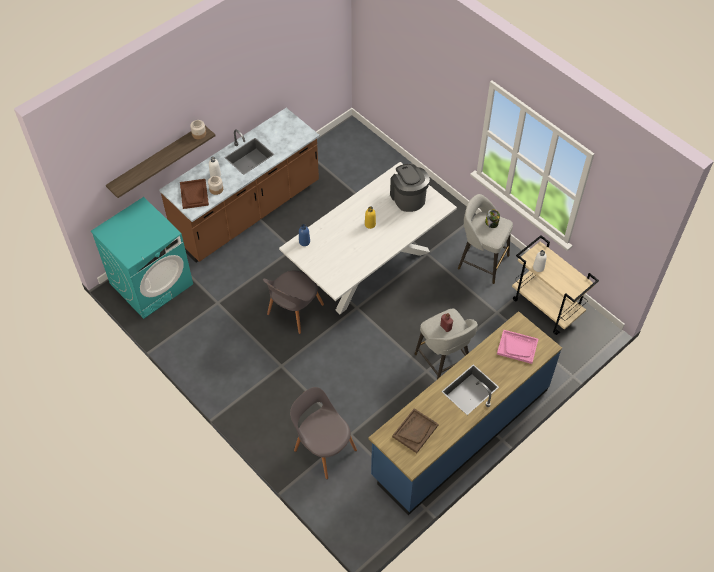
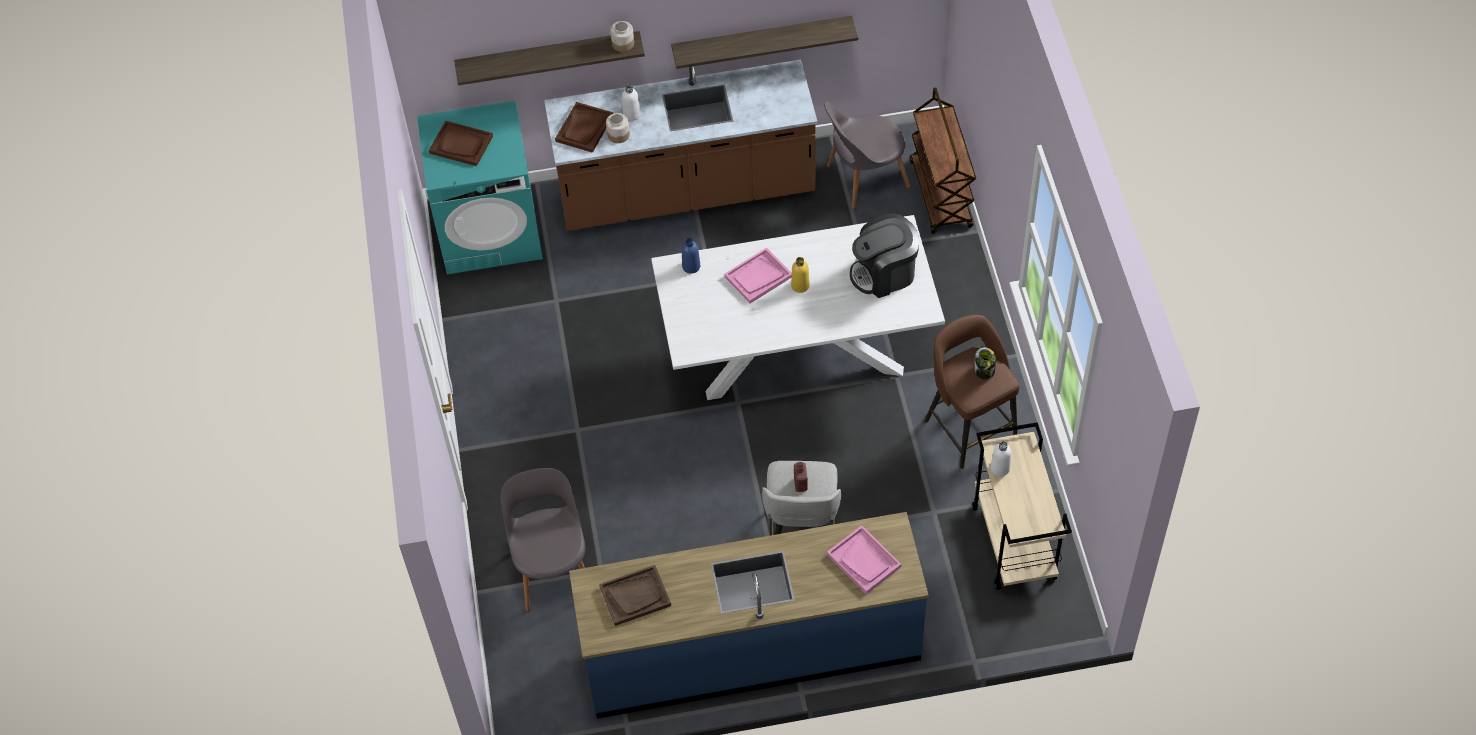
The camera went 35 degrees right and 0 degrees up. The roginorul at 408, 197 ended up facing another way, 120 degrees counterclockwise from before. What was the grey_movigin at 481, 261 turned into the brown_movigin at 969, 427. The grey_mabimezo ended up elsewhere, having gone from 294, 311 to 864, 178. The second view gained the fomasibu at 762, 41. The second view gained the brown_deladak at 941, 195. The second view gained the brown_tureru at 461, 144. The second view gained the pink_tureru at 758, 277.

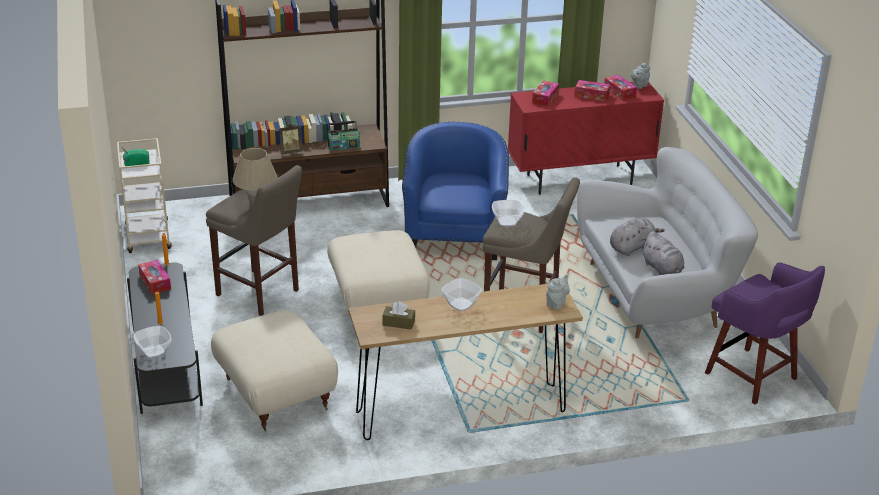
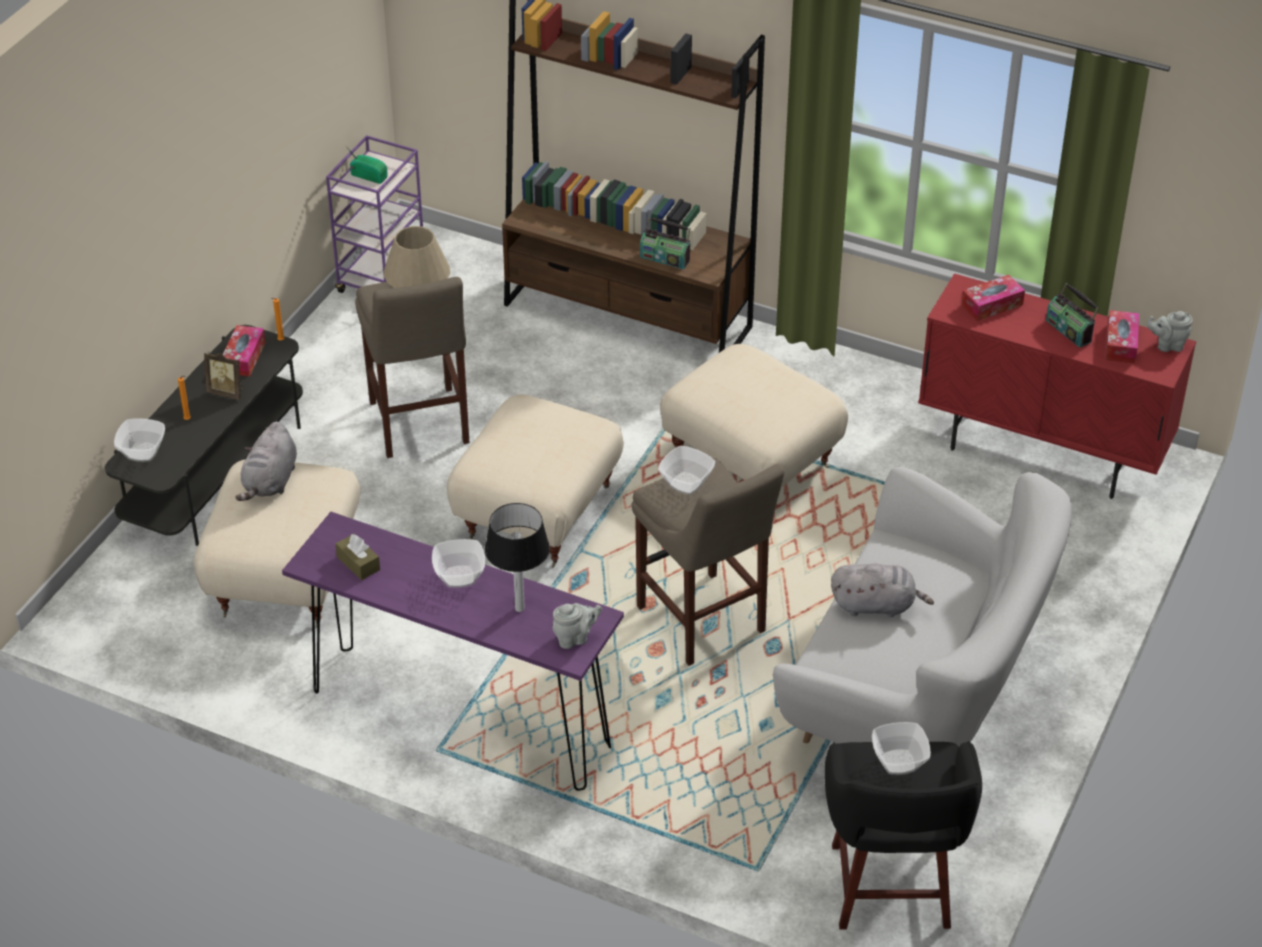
The camera went 40 degrees right and 10 degrees up. Where the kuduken stood at 591, 95, the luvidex came to stand at 1069, 330. Where the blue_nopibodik stood at 454, 236, the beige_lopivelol came to stand at 753, 460. The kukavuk ended up elsewhere, having gone from 290, 151 to 227, 392. What was the beige_deladak at 148, 238 turned into the purple_deladak at 383, 280. The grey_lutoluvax ended up elsewhere, having gone from 663, 269 to 270, 482. What was the purple_movigin at 753, 377 turned into the black_movigin at 890, 890. What was the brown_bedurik at 461, 412 turned into the purple_bedurik at 460, 719. The second view gained the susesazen at 519, 608. The second view gained the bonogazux at 898, 763.

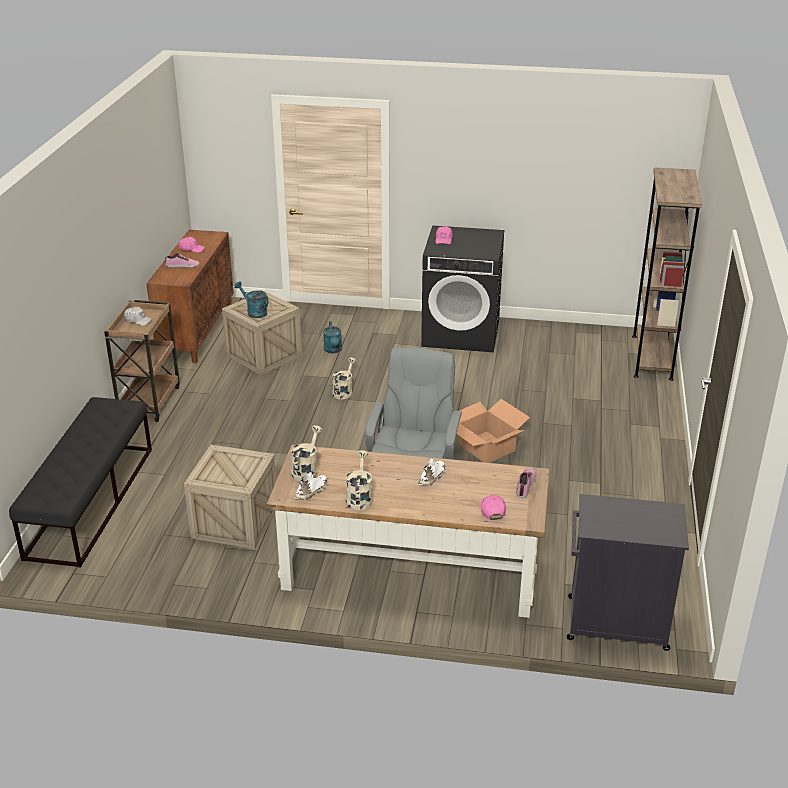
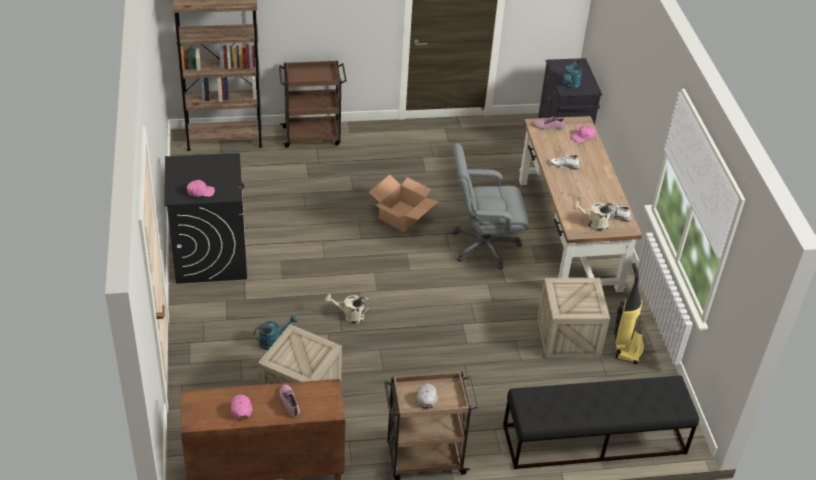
The camera went 110 degrees left and 10 degrees up. The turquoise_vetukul ended up elsewhere, having gone from 254, 312 to 570, 85. The second view lost the beige_vetukul at 359, 497. The second view gained the brown_deladak at 312, 136. The second view gained the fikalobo at 627, 347.

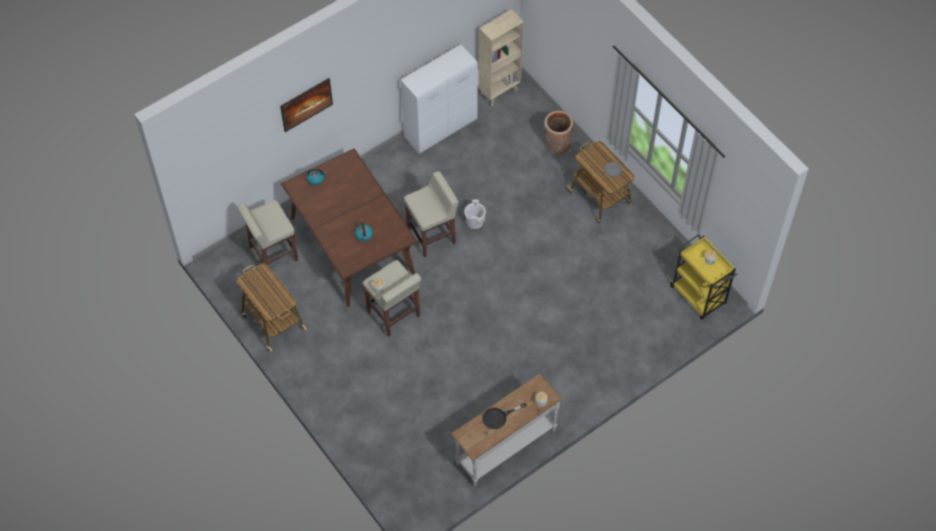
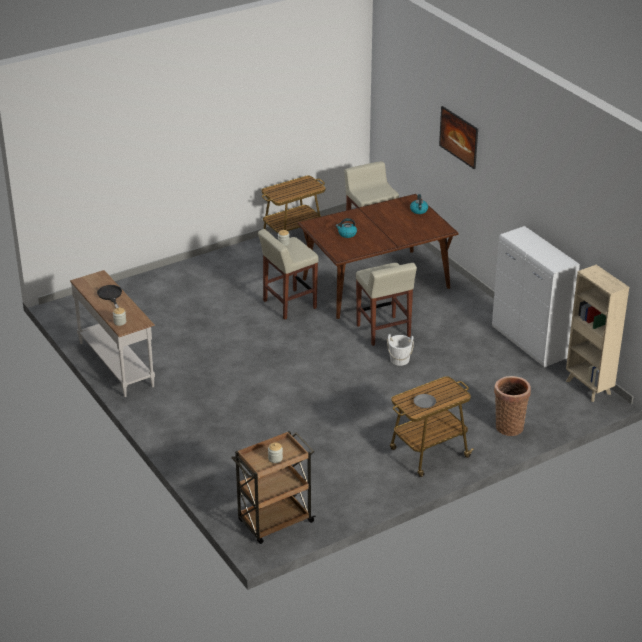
The camera went 95 degrees right and 25 degrees down. What was the yellow_deladak at 698, 296 turned into the brown_deladak at 274, 522.

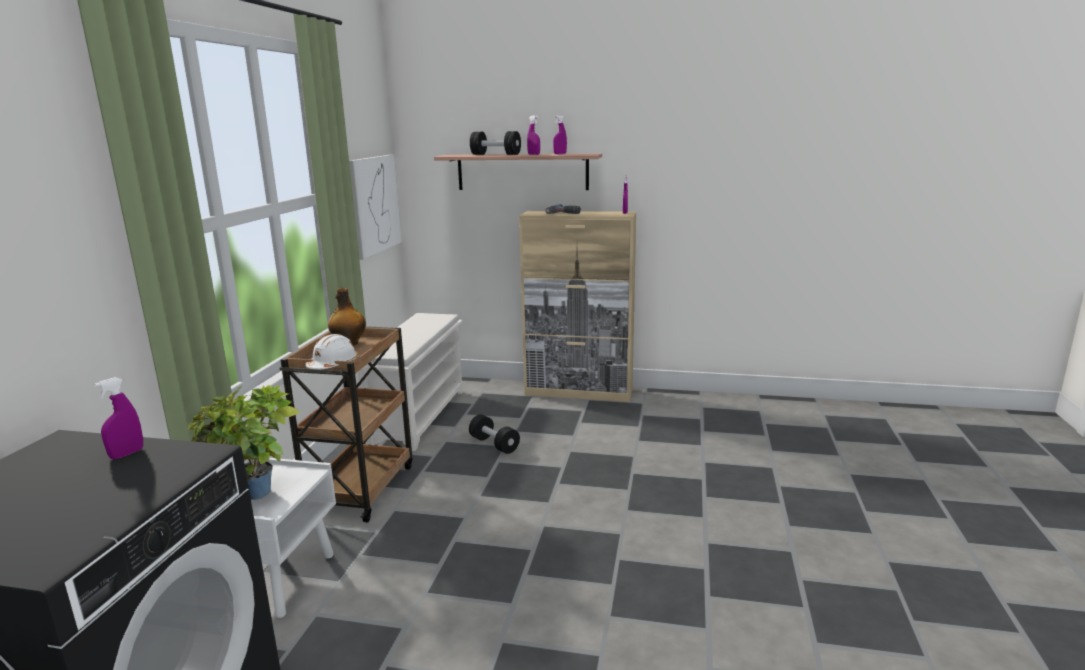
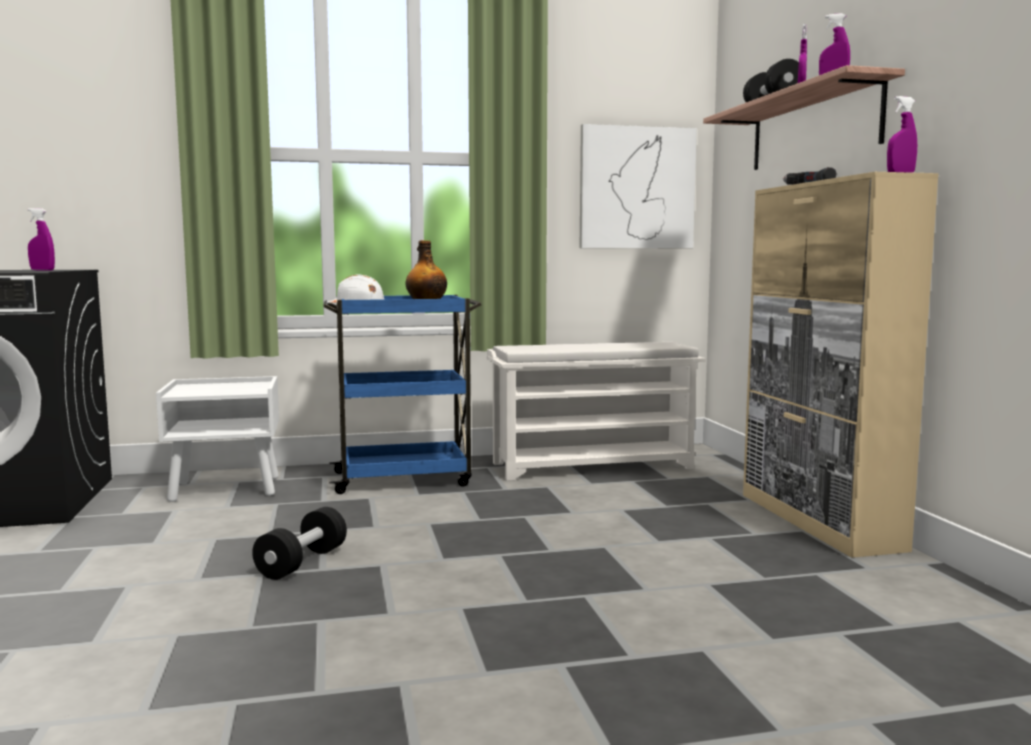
The camera went 65 degrees right and 10 degrees down. What was the brown_deladak at 361, 488 turned into the blue_deladak at 404, 479. The second view lost the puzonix at 256, 497. The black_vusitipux ended up elsewhere, having gone from 494, 444 to 302, 563.

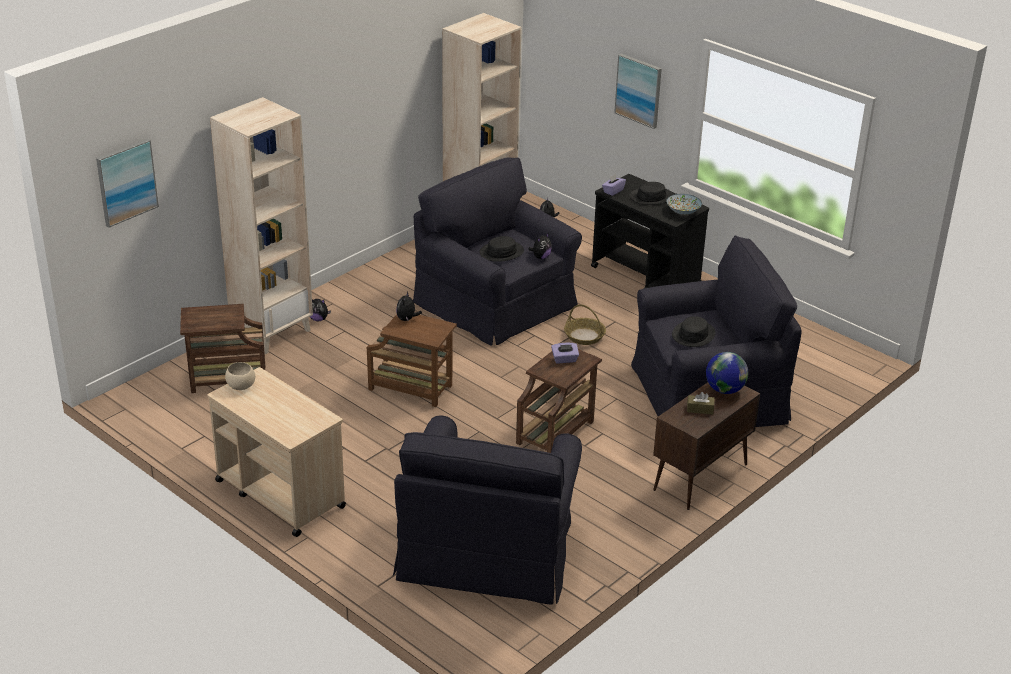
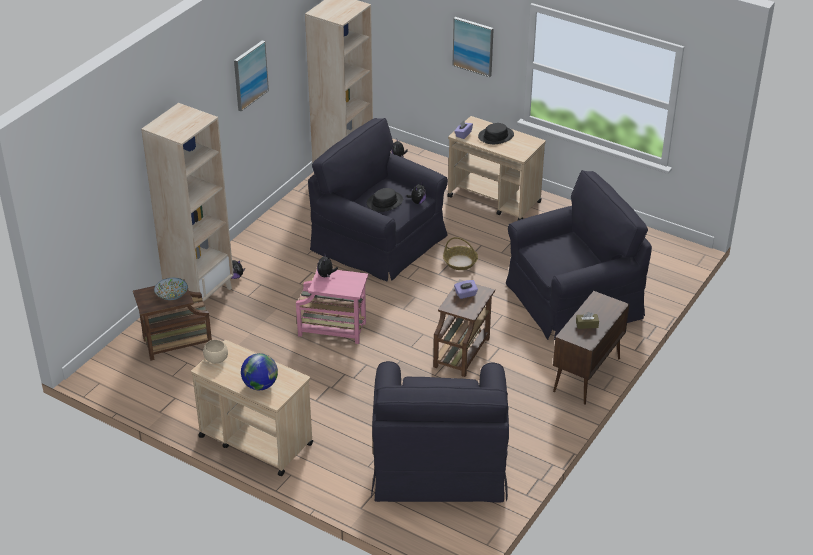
The camera went 10 degrees left and 5 degrees up. The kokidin ended up elsewhere, having gone from 126, 182 to 250, 75. What was the black_deladak at 646, 276 turned into the beige_deladak at 494, 200. The bonogazux ended up elsewhere, having gone from 683, 211 to 172, 295. What was the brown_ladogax at 412, 388 turned into the pink_ladogax at 334, 330. The second view lost the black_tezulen at 693, 334. The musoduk ended up elsewhere, having gone from 724, 389 to 260, 385.

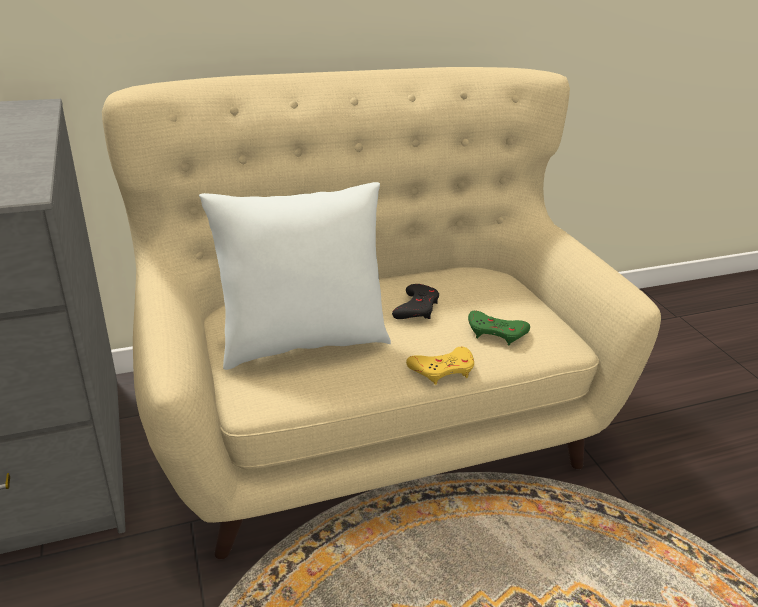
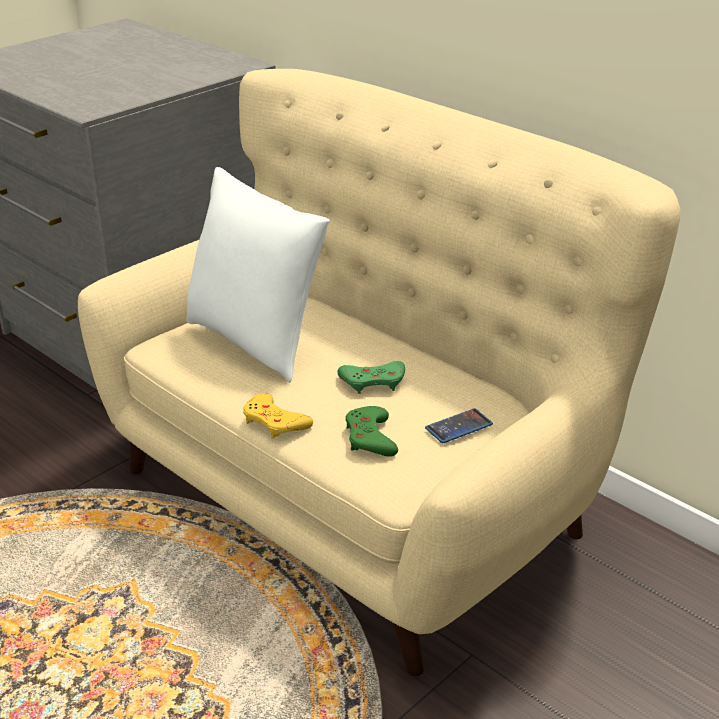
The camera went 65 degrees right and 0 degrees up. What was the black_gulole at 416, 308 turned into the green_gulole at 373, 381. The second view gained the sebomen at 458, 426.

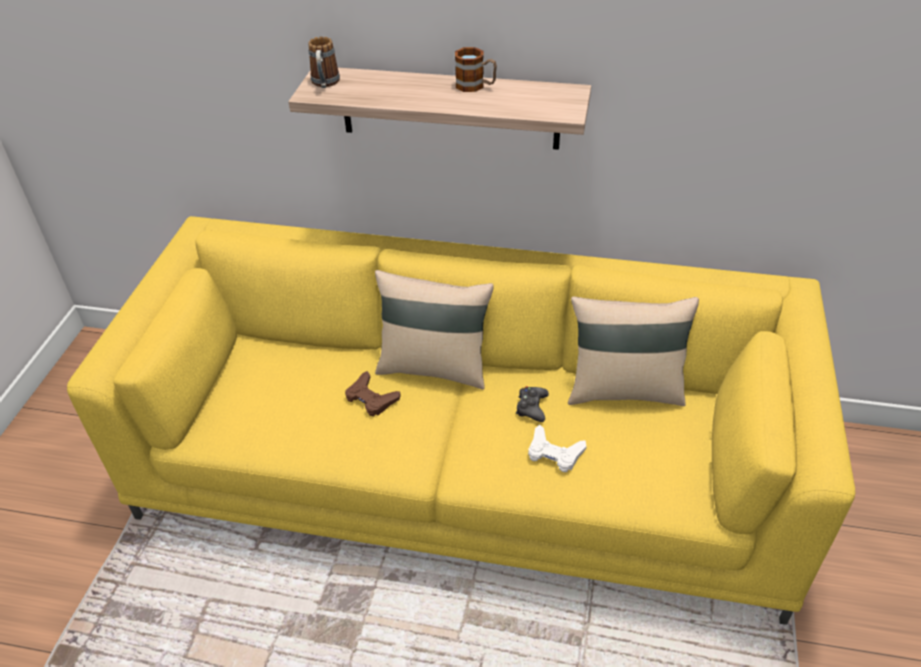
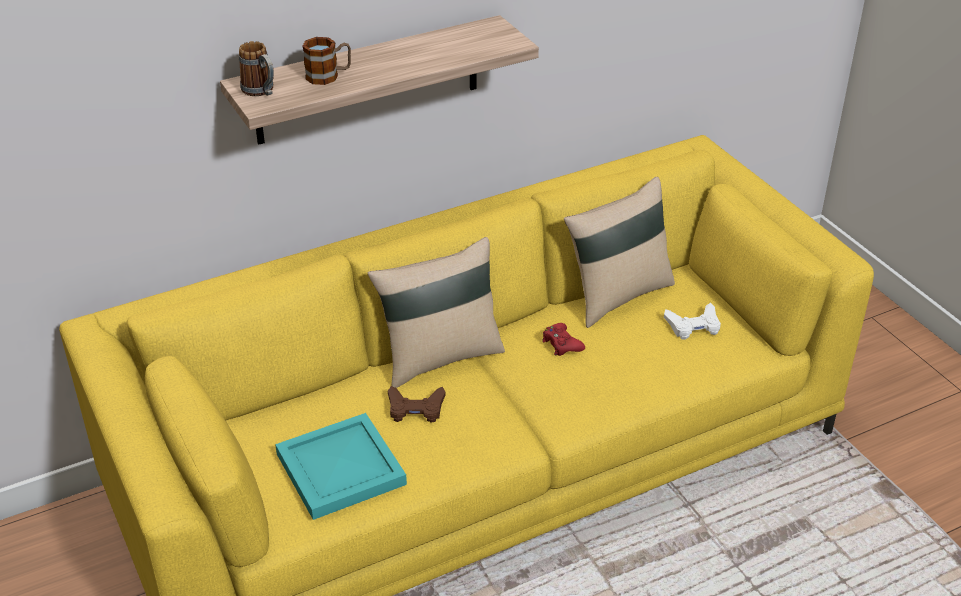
The camera went 40 degrees left and 5 degrees down. The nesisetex ended up elsewhere, having gone from 475, 86 to 329, 76. What was the black_gulole at 531, 407 turned into the red_gulole at 561, 344. The white_gulole ended up elsewhere, having gone from 554, 453 to 693, 326. The second view gained the turquoise_tureru at 340, 471.

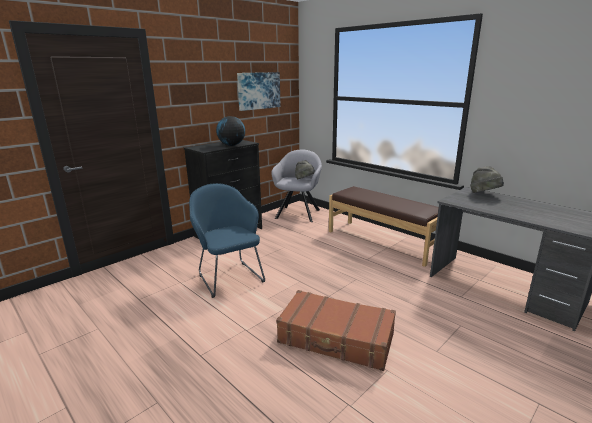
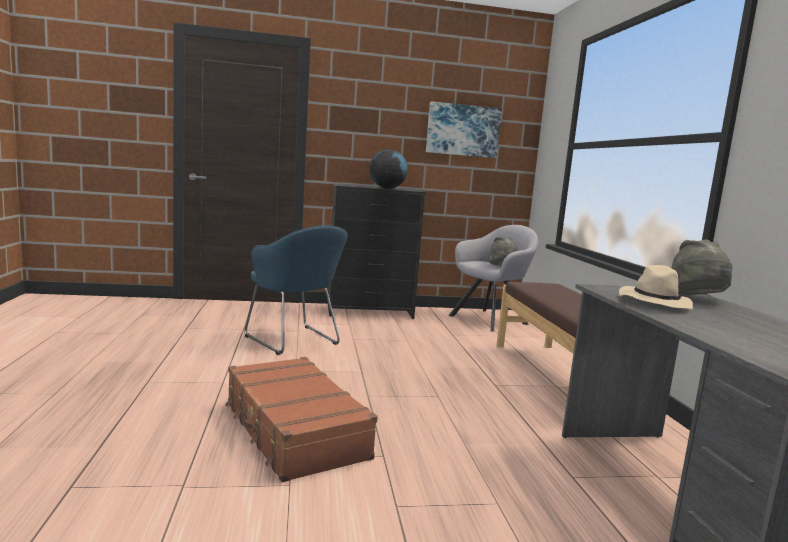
The camera went 35 degrees right and 10 degrees down. The blue_nopibodik at 229, 277 ended up facing another way, 135 degrees clockwise from before. The second view gained the beige_tezulen at 654, 303.

